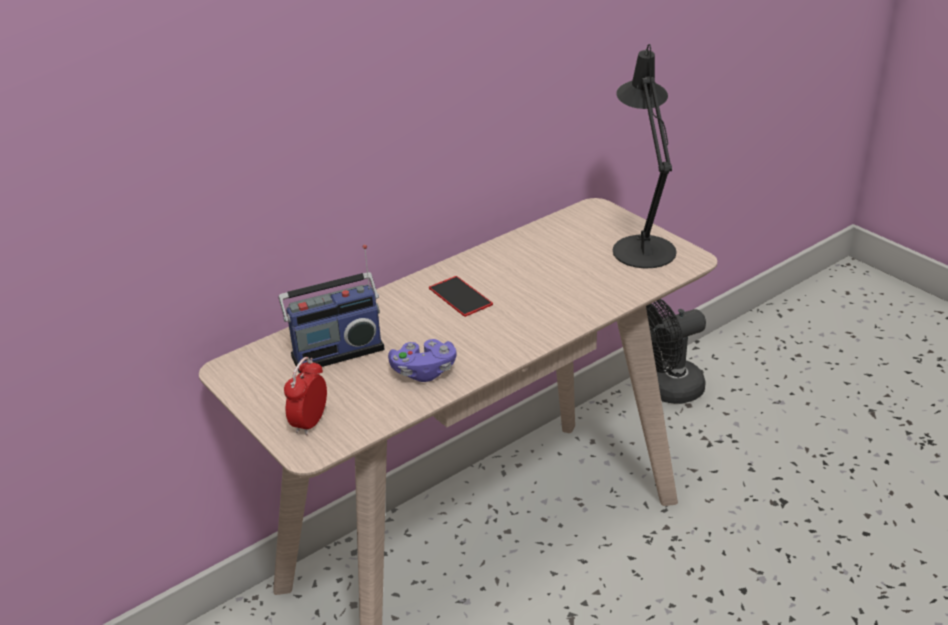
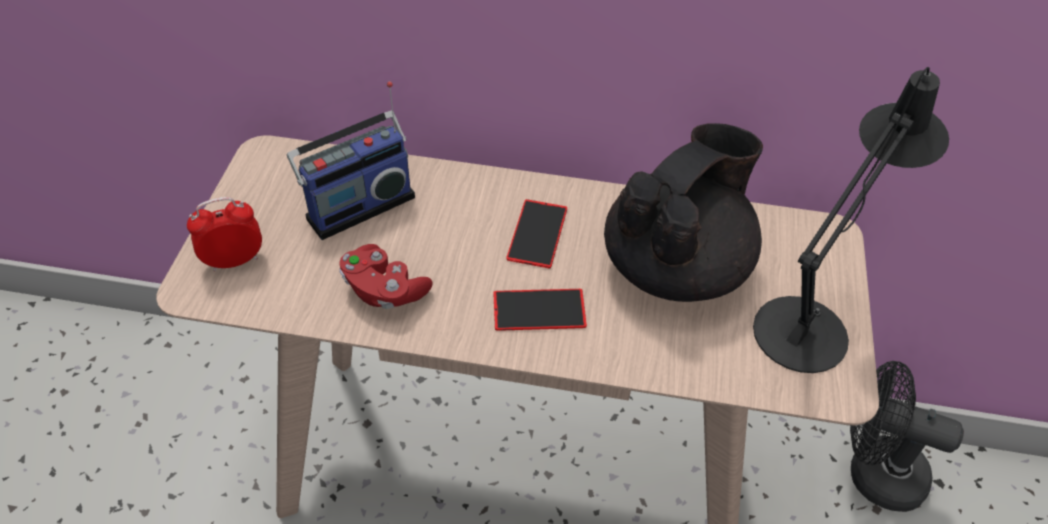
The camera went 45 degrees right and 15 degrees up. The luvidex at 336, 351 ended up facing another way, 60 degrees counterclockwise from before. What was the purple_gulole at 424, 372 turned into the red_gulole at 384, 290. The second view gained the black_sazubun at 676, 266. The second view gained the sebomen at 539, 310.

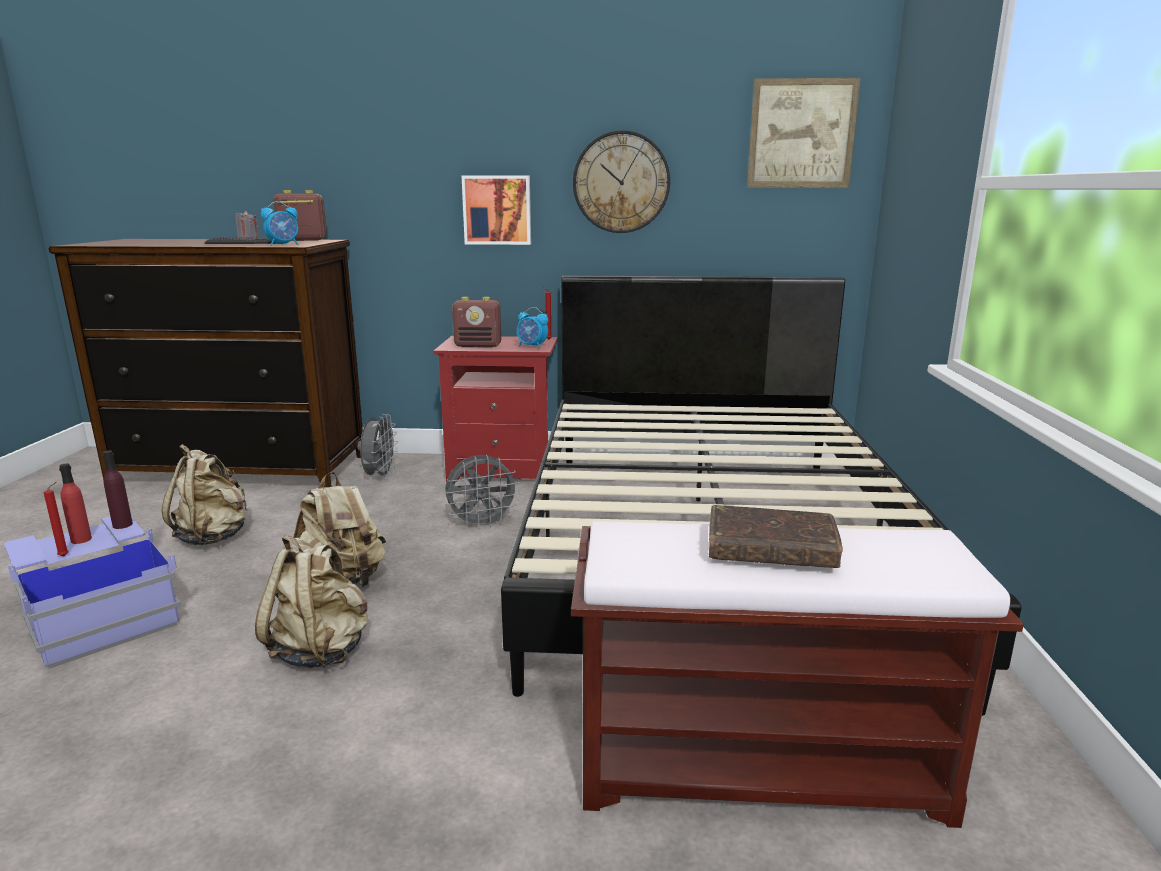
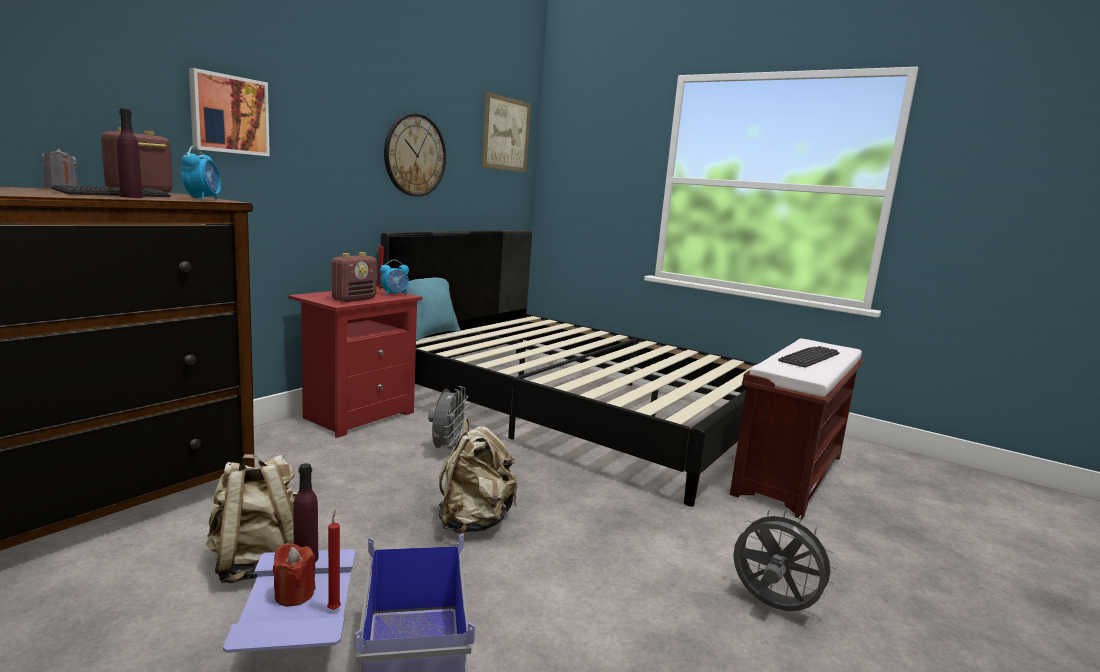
The camera went 60 degrees left and 5 degrees down. The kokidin ended up elsewhere, having gone from 497, 210 to 229, 114. The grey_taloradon ended up elsewhere, having gone from 380, 477 to 771, 607. Where the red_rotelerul stood at 81, 539, the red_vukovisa came to stand at 294, 594. Where the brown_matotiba stood at 771, 550, the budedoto came to stand at 809, 357. The second view lost the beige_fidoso at 321, 651. The second view gained the purple_rotelerul at 131, 197. The second view gained the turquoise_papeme at 431, 334.

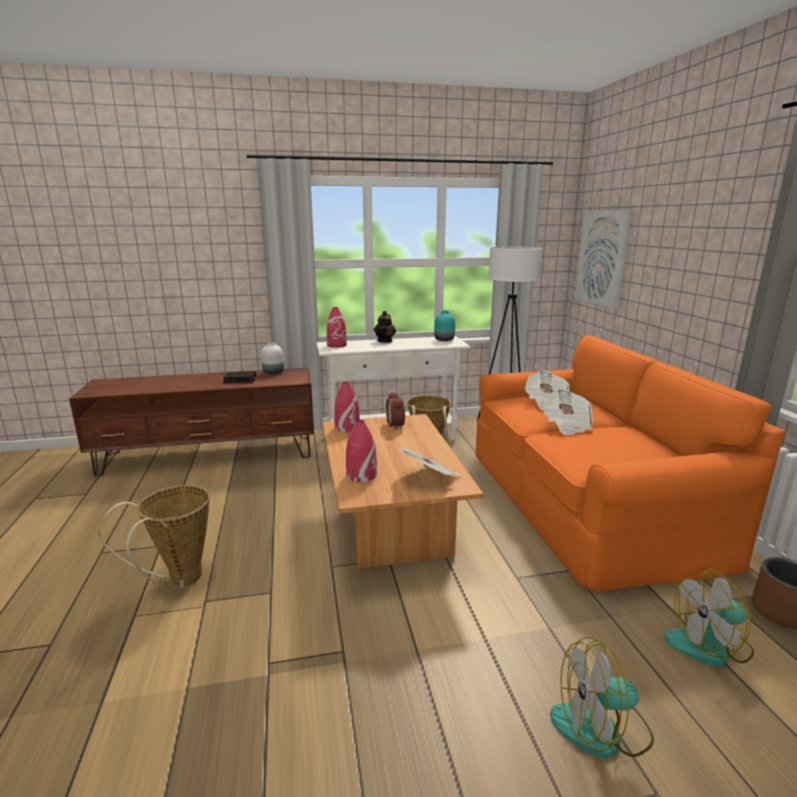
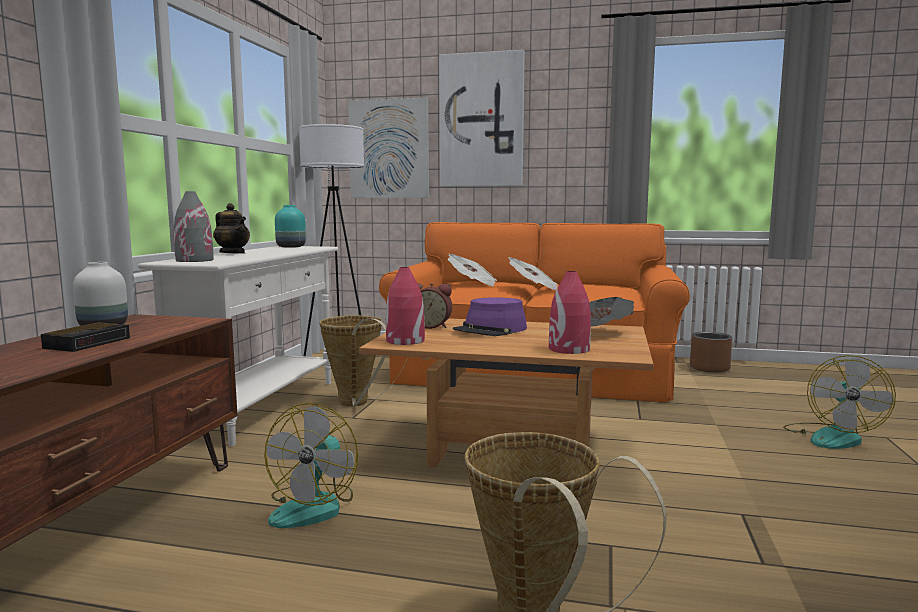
The camera went 65 degrees left and 10 degrees down. What was the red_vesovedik at 337, 345 turned into the grey_vesovedik at 194, 260. The taloradon ended up elsewhere, having gone from 709, 646 to 314, 506. The second view gained the kokidin at 481, 120. The second view gained the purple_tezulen at 490, 330.

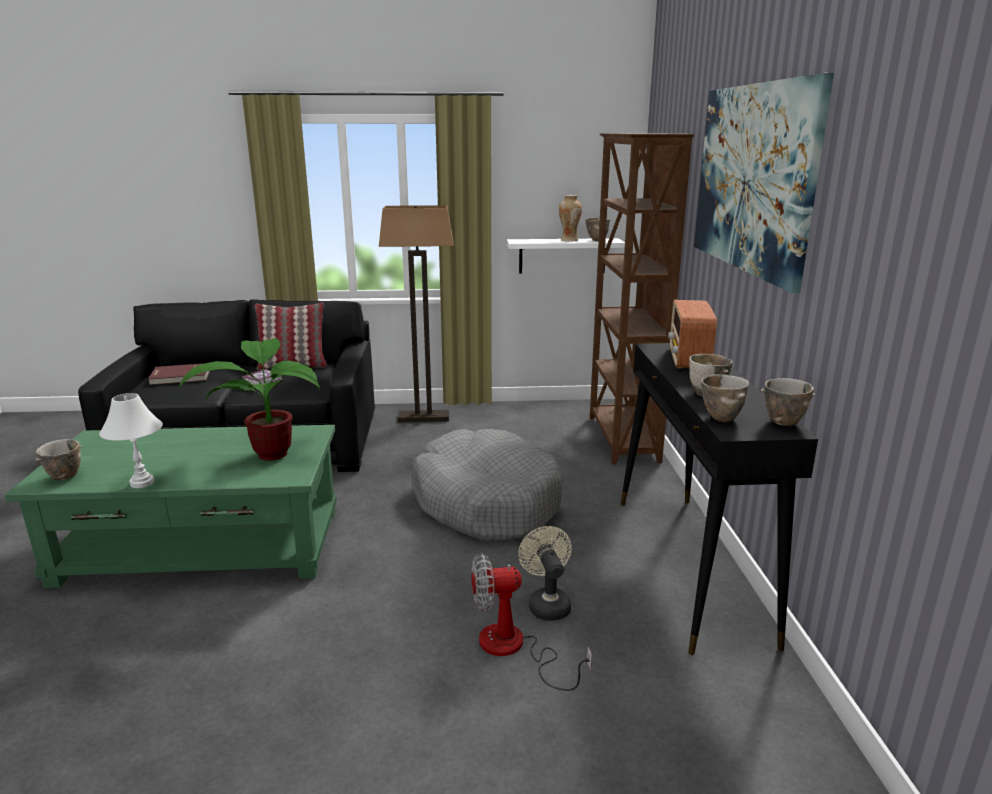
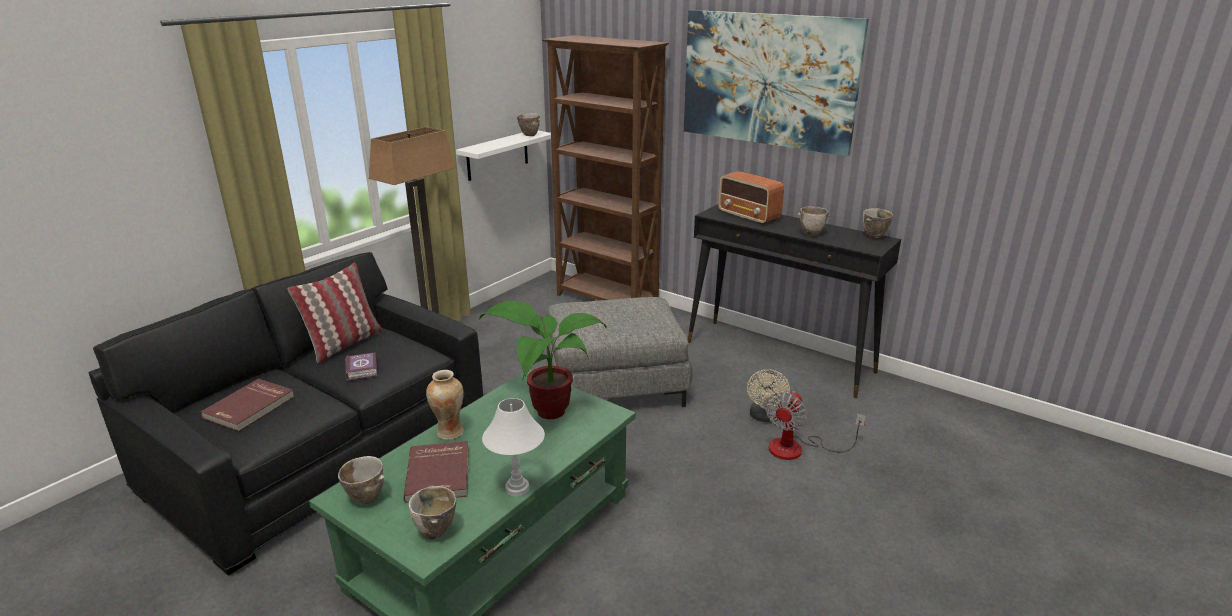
The camera went 50 degrees left and 5 degrees up. The vesovedik ended up elsewhere, having gone from 569, 240 to 450, 432. The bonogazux ended up elsewhere, having gone from 720, 418 to 365, 498. Where the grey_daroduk stood at 486, 502, the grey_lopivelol came to stand at 616, 384. The beige_taloradon at 547, 603 ended up facing another way, 105 degrees counterclockwise from before. The second view gained the red_matotiba at 440, 474.

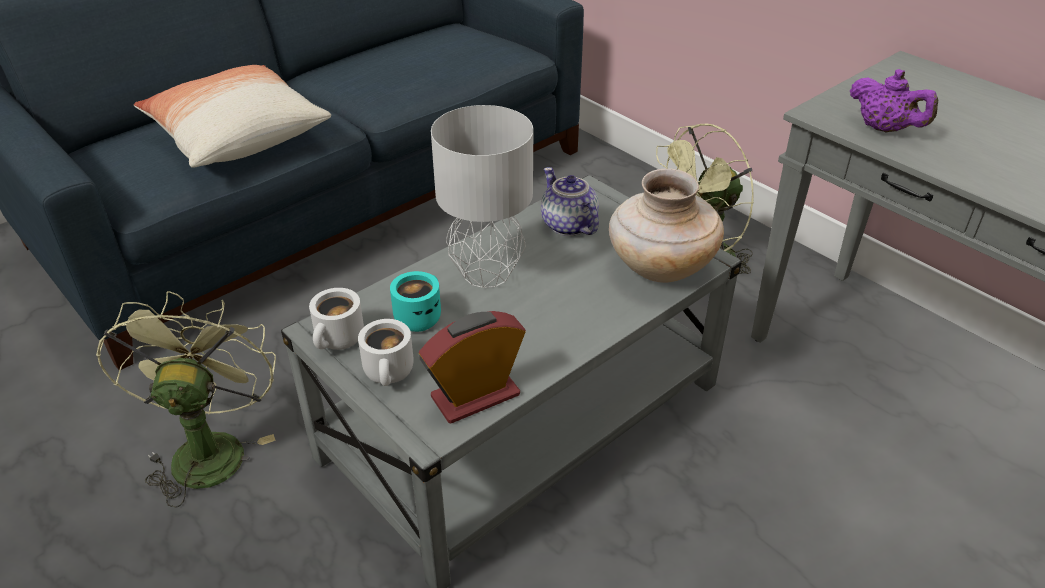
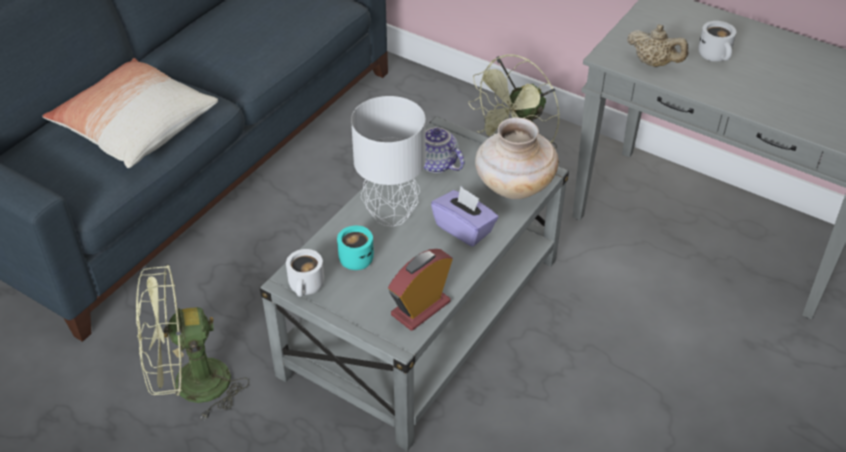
The camera went 15 degrees left and 5 degrees up. What was the purple_sazubun at 884, 129 turned into the beige_sazubun at 654, 63. The green_taloradon at 209, 447 ended up facing another way, 90 degrees counterclockwise from before. The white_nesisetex ended up elsewhere, having gone from 391, 373 to 716, 56. The second view gained the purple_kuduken at 464, 229.

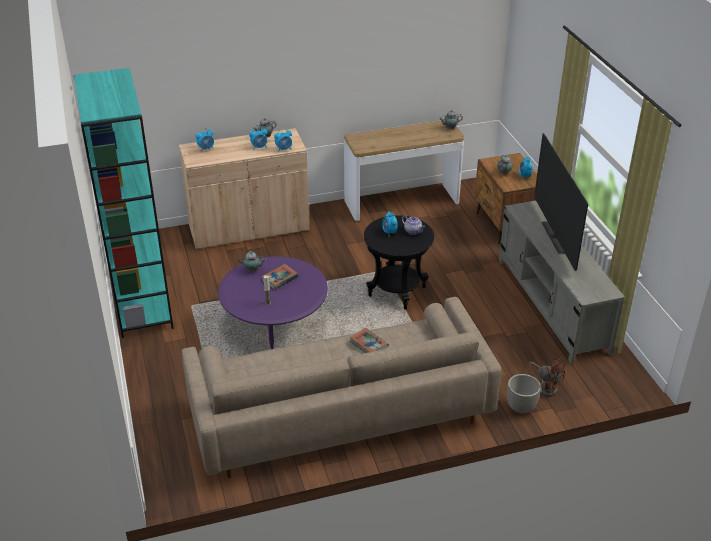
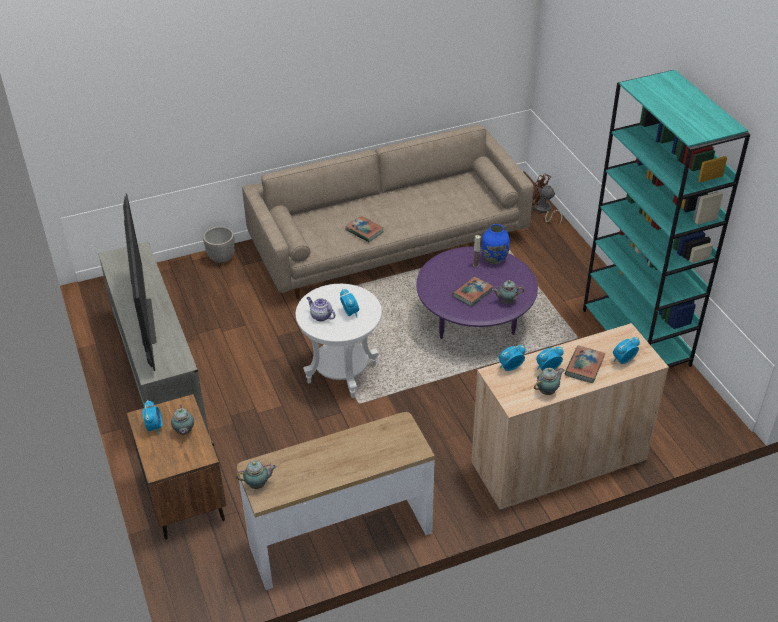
The camera went 175 degrees right and 5 degrees up. What was the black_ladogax at 397, 292 turned into the white_ladogax at 341, 374. The brown_taloradon ended up elsewhere, having gone from 546, 387 to 543, 211. The second view gained the blue_vesovedik at 494, 259. The second view gained the matotiba at 584, 366.

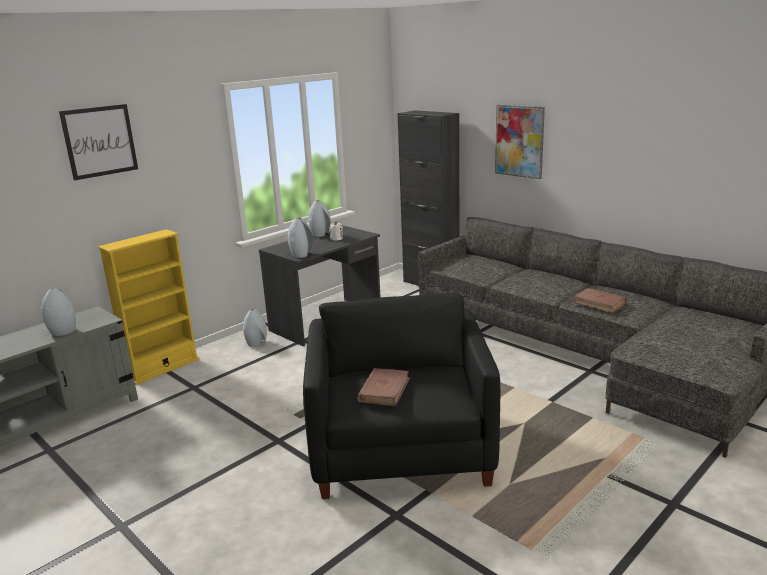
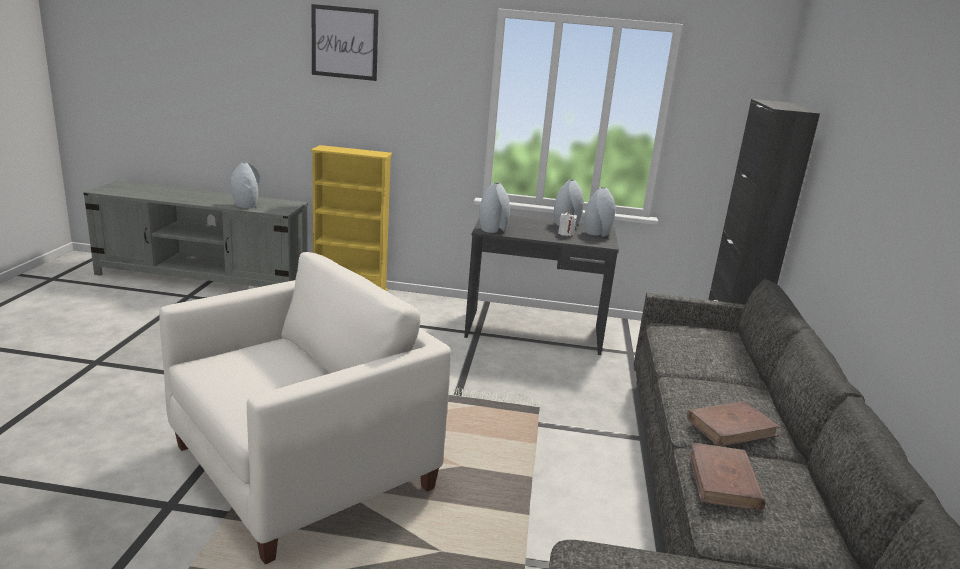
The camera went 50 degrees right and 0 degrees up. The second view lost the kokidin at 519, 141. What was the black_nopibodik at 400, 450 turned into the white_nopibodik at 302, 467. The grey_vesovedik ended up elsewhere, having gone from 257, 343 to 597, 233. The brown_matotiba ended up elsewhere, having gone from 384, 389 to 731, 427.

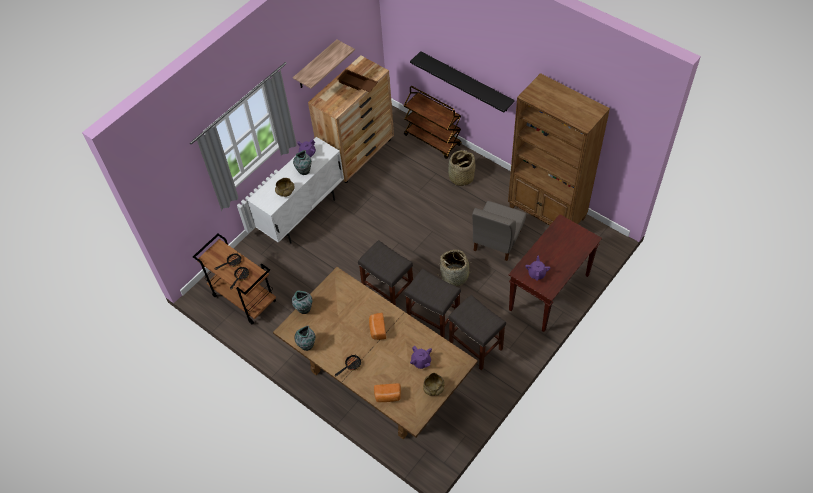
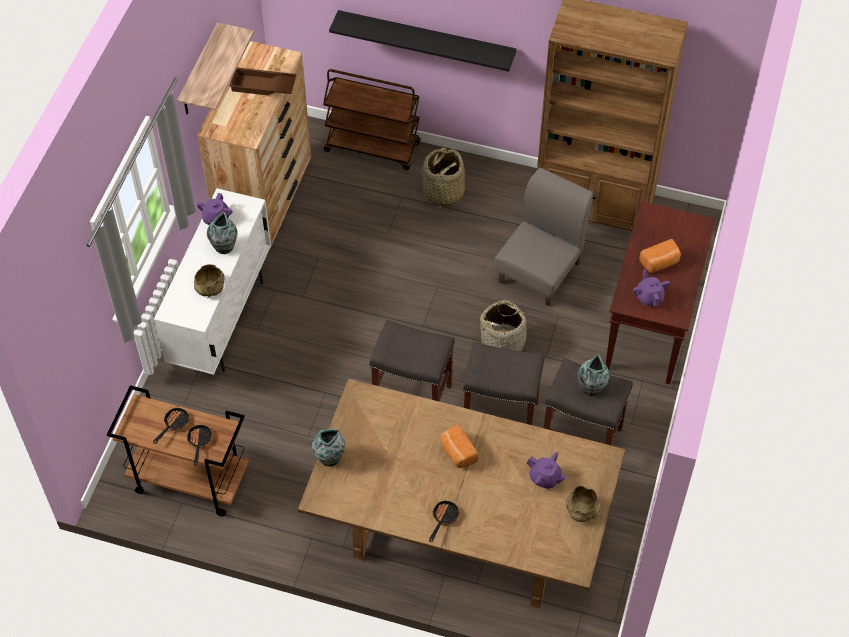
The camera went 25 degrees left and 0 degrees up. The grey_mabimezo at 496, 240 ended up facing another way, 150 degrees counterclockwise from before. The vesovedik ended up elsewhere, having gone from 306, 345 to 591, 388. The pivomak ended up elsewhere, having gone from 388, 396 to 660, 263.

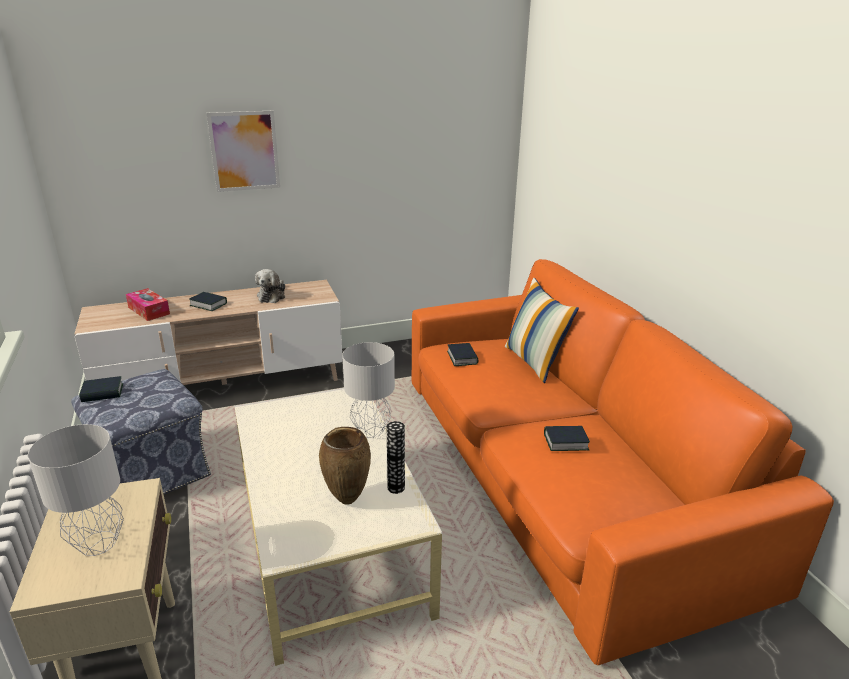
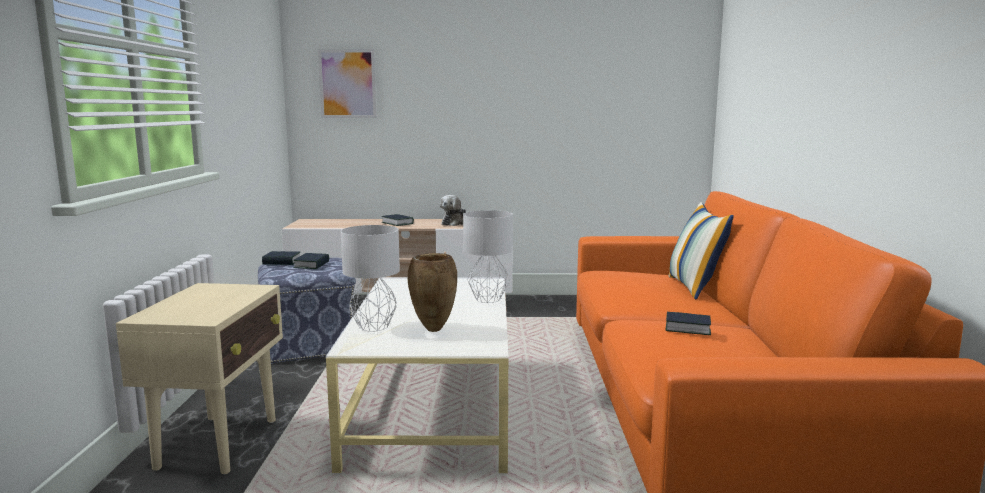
The camera went 20 degrees right and 15 degrees down. The kokidin ended up elsewhere, having gone from 244, 151 to 347, 84. The second view lost the kuduken at 149, 311. The matotiba ended up elsewhere, having gone from 462, 358 to 312, 265. The second view lost the vesovedik at 396, 488. The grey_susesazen ended up elsewhere, having gone from 99, 542 to 374, 326.

